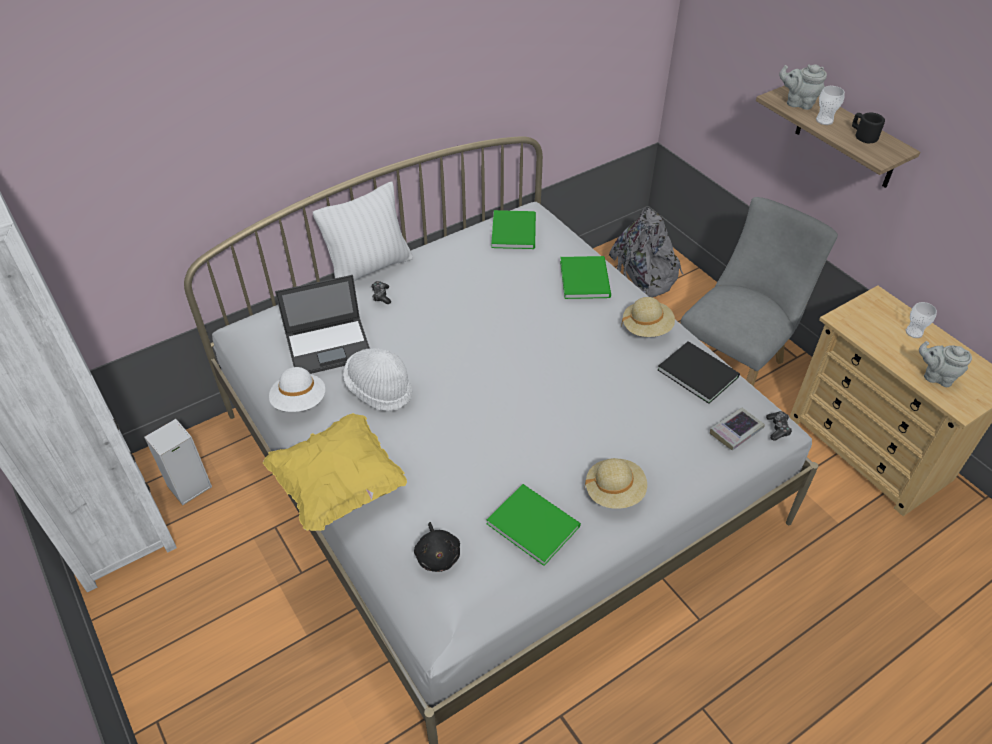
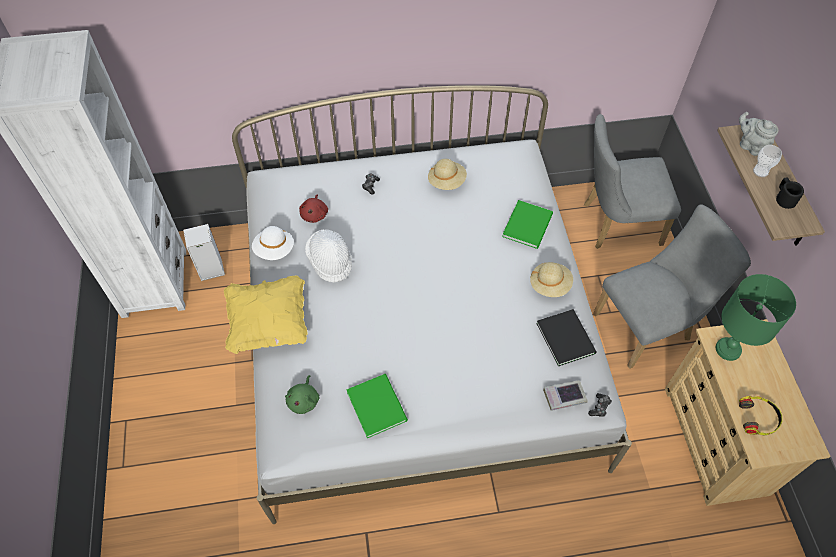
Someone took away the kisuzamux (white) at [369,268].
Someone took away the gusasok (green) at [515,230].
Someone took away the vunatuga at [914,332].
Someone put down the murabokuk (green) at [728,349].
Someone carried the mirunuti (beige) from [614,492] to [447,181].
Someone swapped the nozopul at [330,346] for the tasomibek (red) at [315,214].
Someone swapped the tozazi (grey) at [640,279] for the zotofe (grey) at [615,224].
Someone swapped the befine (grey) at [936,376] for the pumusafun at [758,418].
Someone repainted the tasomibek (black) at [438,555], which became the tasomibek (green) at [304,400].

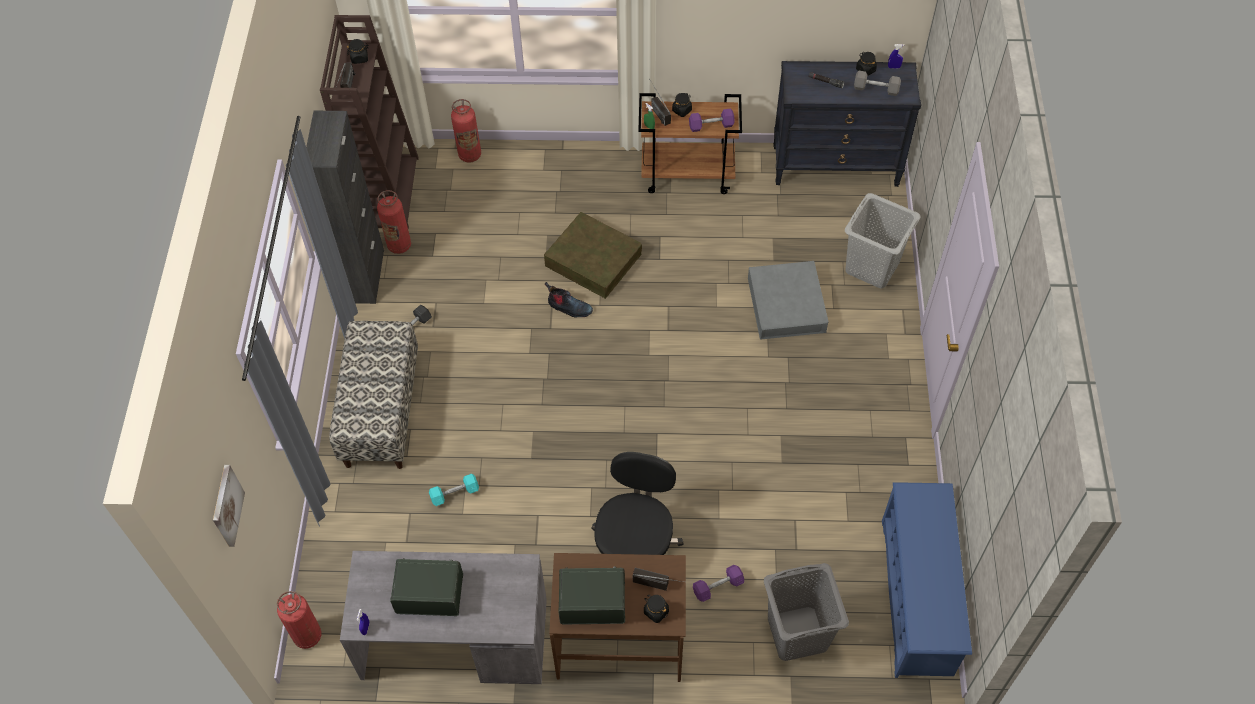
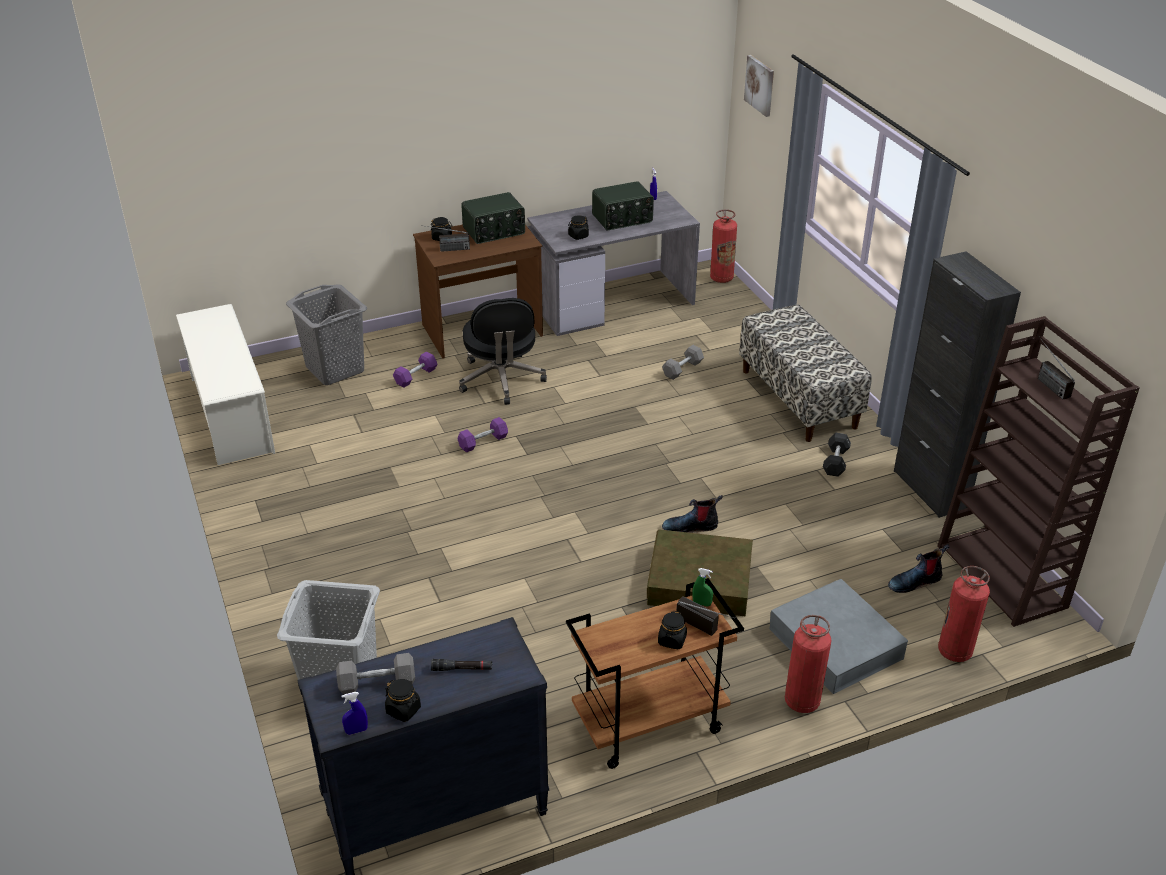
Someone put down the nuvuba at [914,581].
Someone carried the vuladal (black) from [359,58] to [578,236].
Someone carried the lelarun from [399,245] to [802,701].
Someone carried the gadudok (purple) from [711,125] to [483,442].
Someone carried the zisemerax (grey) from [786,305] to [835,643].
Someone repainted the gadudok (turquoise) at [454,493], which became the gadudok (grey) at [682,369].
Someone repainted the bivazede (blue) at [917,597], which became the bivazede (white) at [231,414].

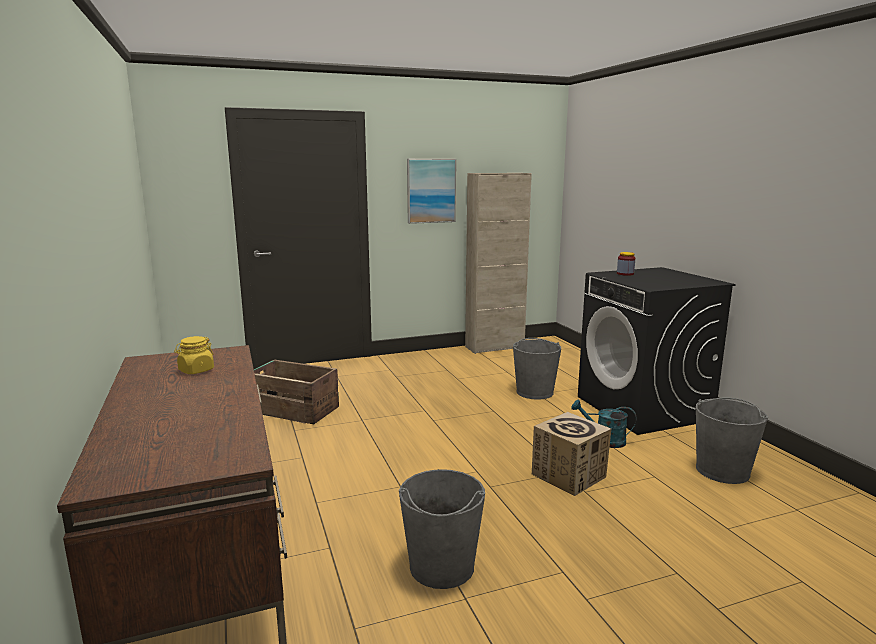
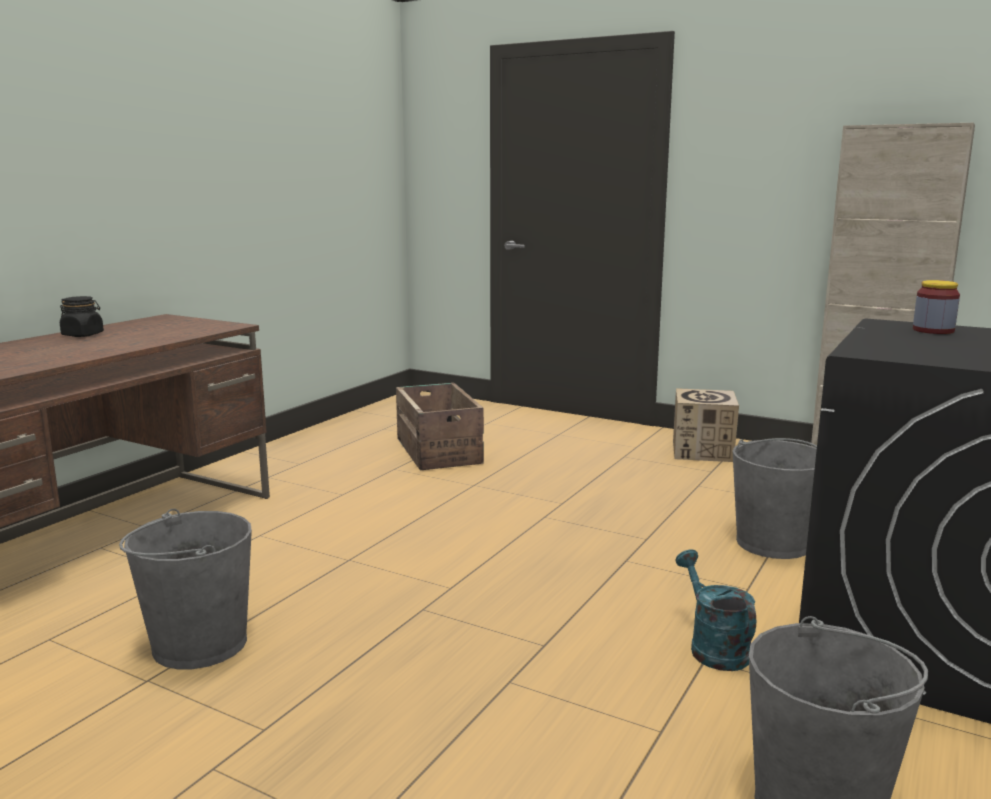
Someone took away the vuladal (yellow) at [196,370].
Someone took away the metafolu at [431,191].
Someone put down the vuladal (black) at [83,335].
Someone carried the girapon from [569,475] to [702,451].

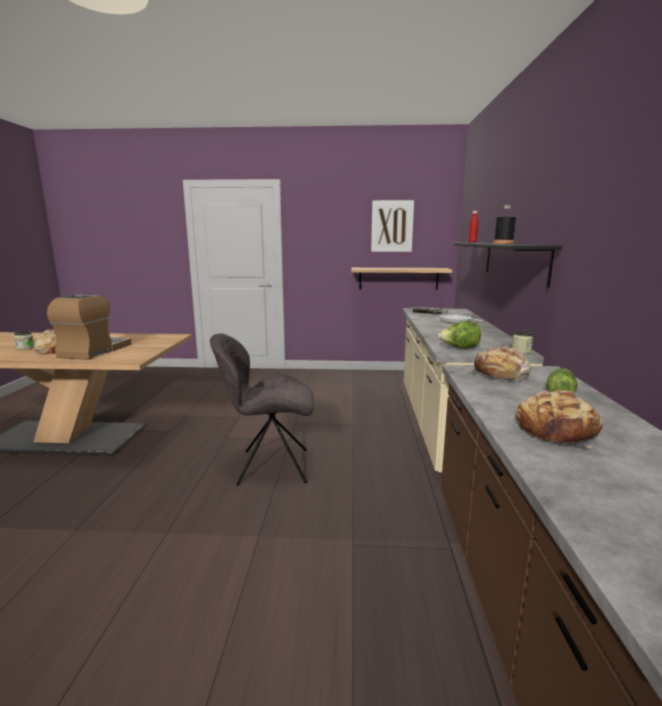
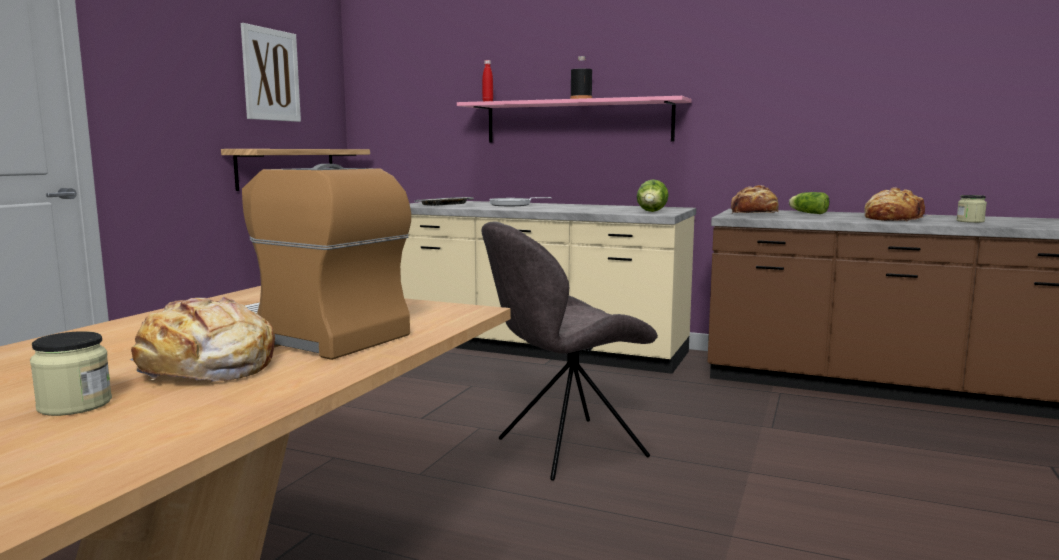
Someone carried the vuladal from [520,351] to [970,221].
Someone repainted the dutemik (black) at [514,261], which became the dutemik (pink) at [577,122].
Someone rotated the zotofe (grey) at [270,466] by 45 degrees clockwise.

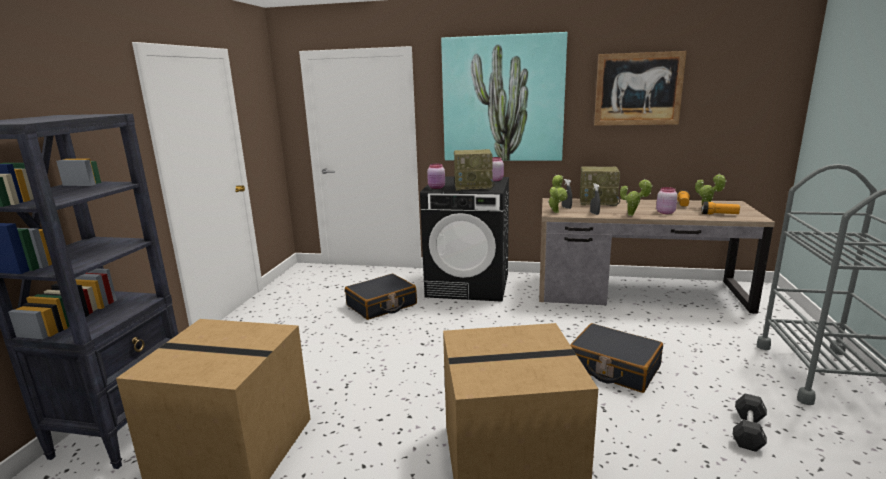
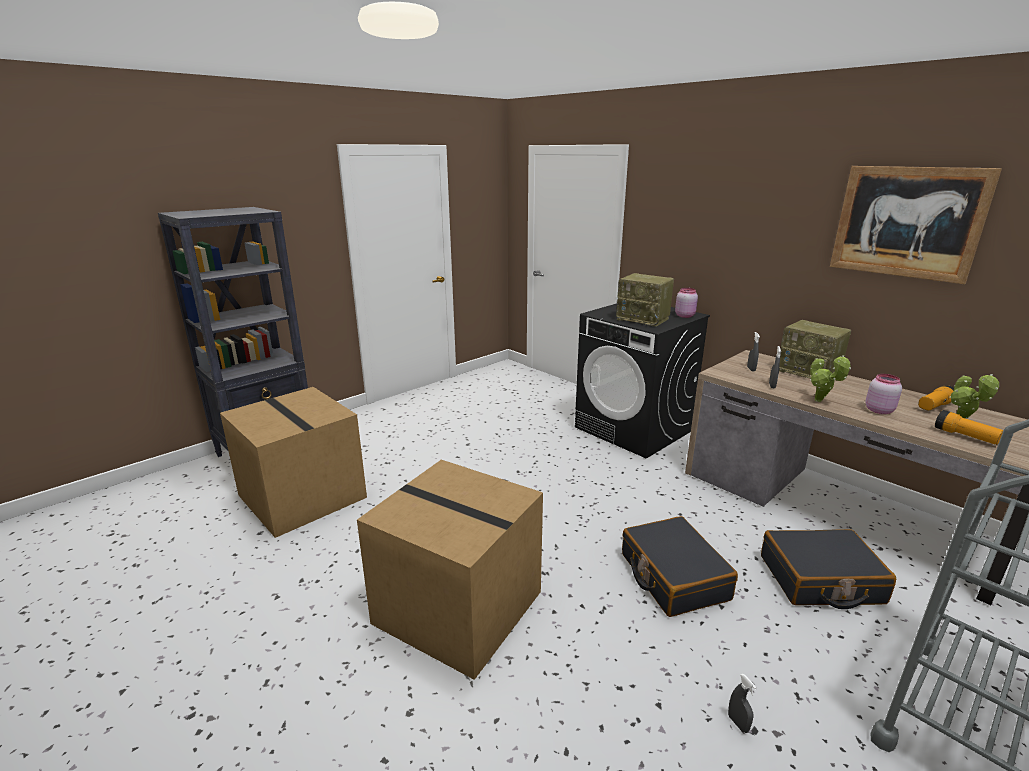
Someone took away the vuladal (pink) at [436,188].
Someone took away the metafolu at [503,99].
Someone took away the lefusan at [556,211].
Someone carried the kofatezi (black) from [381,305] to [820,580].
Someone swapped the gadudok (black) at [748,431] for the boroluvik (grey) at [738,723].

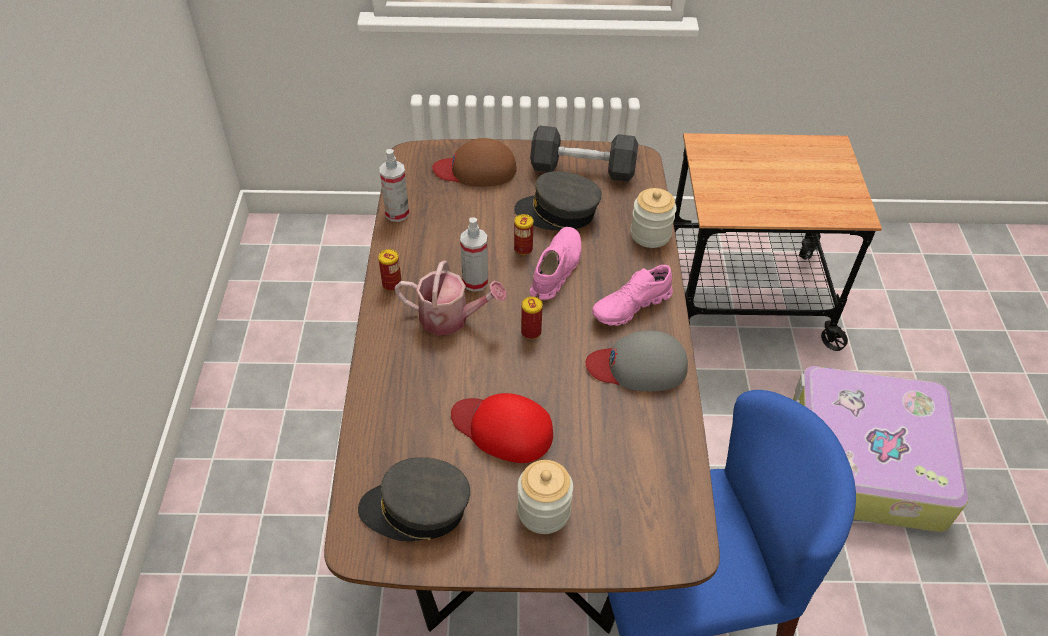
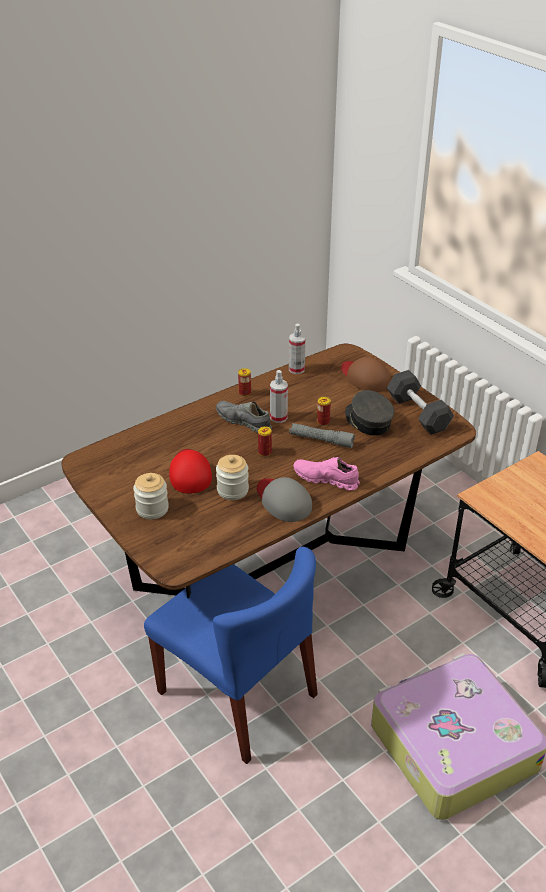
Someone took away the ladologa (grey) at [416,510].
Someone carried the vuladal from [650,234] to [232,490].
Someone swapped the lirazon at [451,318] for the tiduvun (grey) at [243,422].
Someone swapped the tiduvun (pink) at [555,270] for the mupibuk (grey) at [321,440].

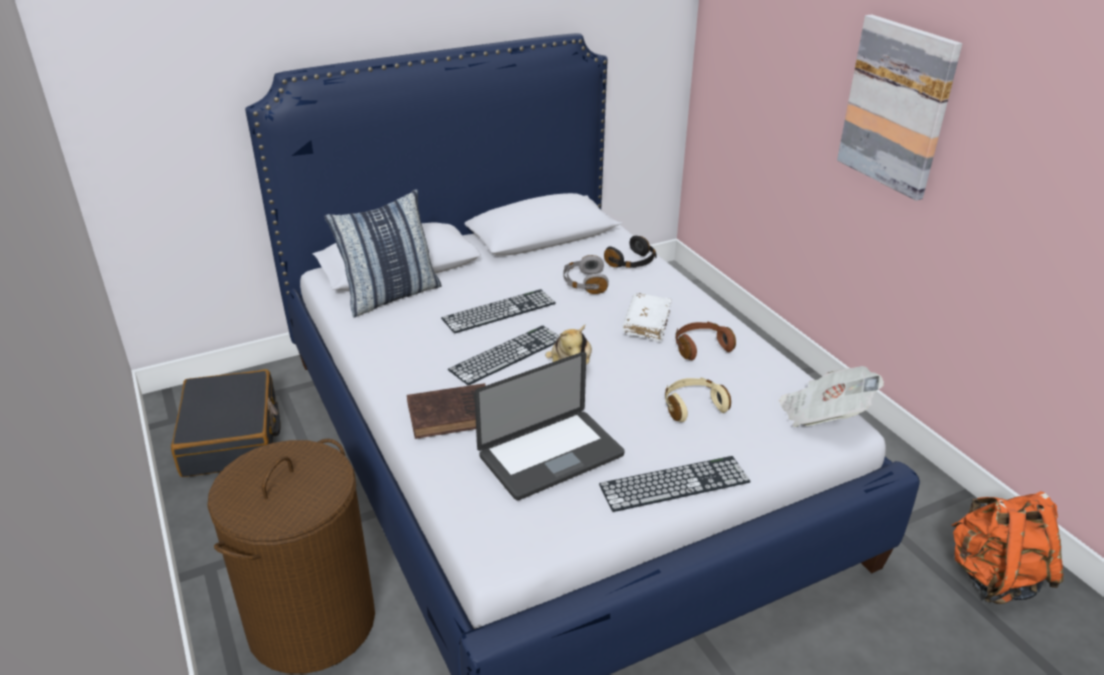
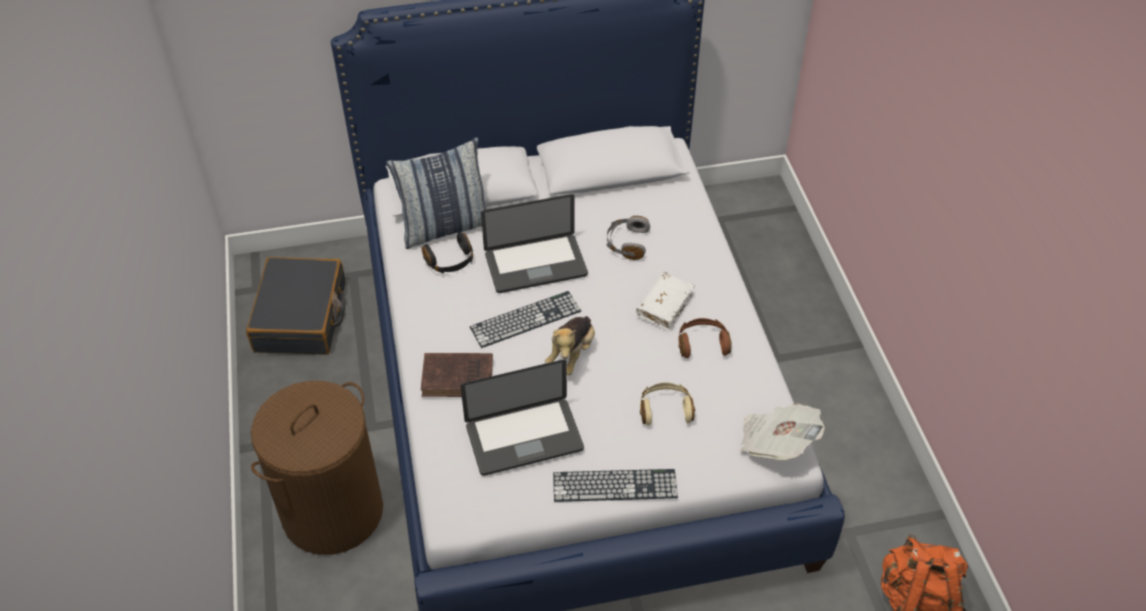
Someone took away the metafolu at [897,106].
Someone carried the pumusafun (black) from [632,263] to [450,261].
Someone swapped the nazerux at [499,311] for the nozopul at [536,265].

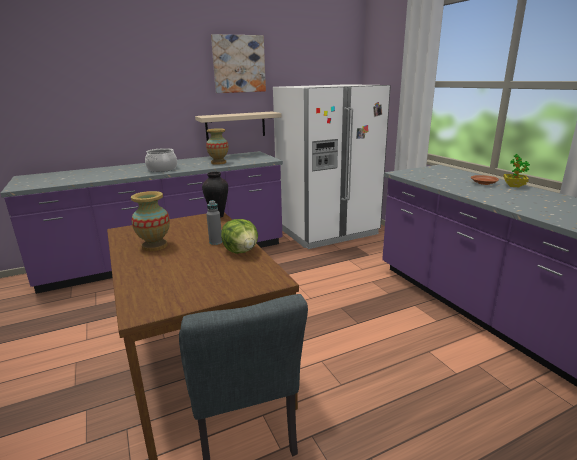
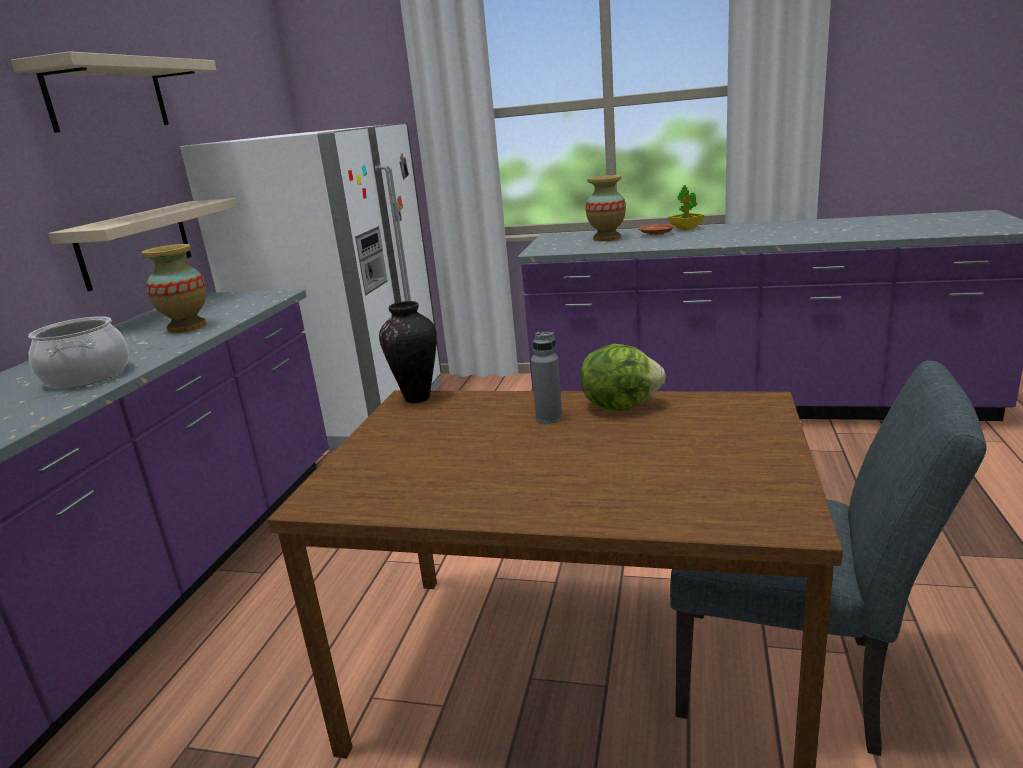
Someone carried the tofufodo from [155,246] to [606,238].
Someone swapped the metafolu at [239,64] for the dutemik (beige) at [107,96].

